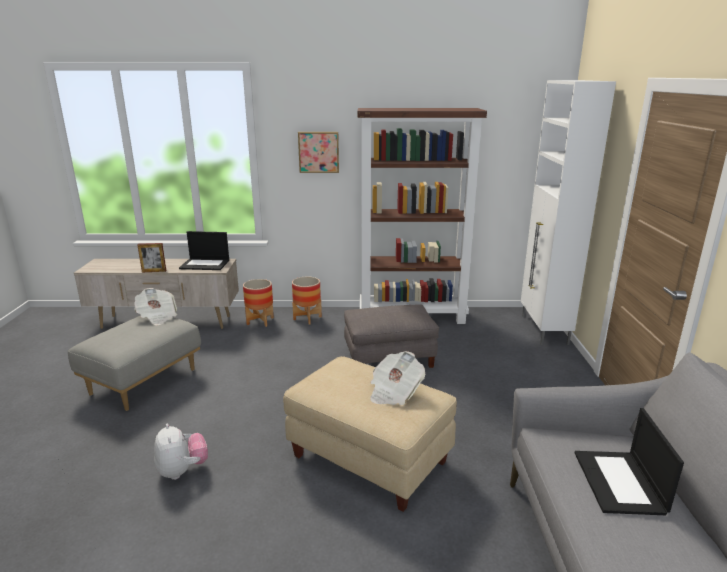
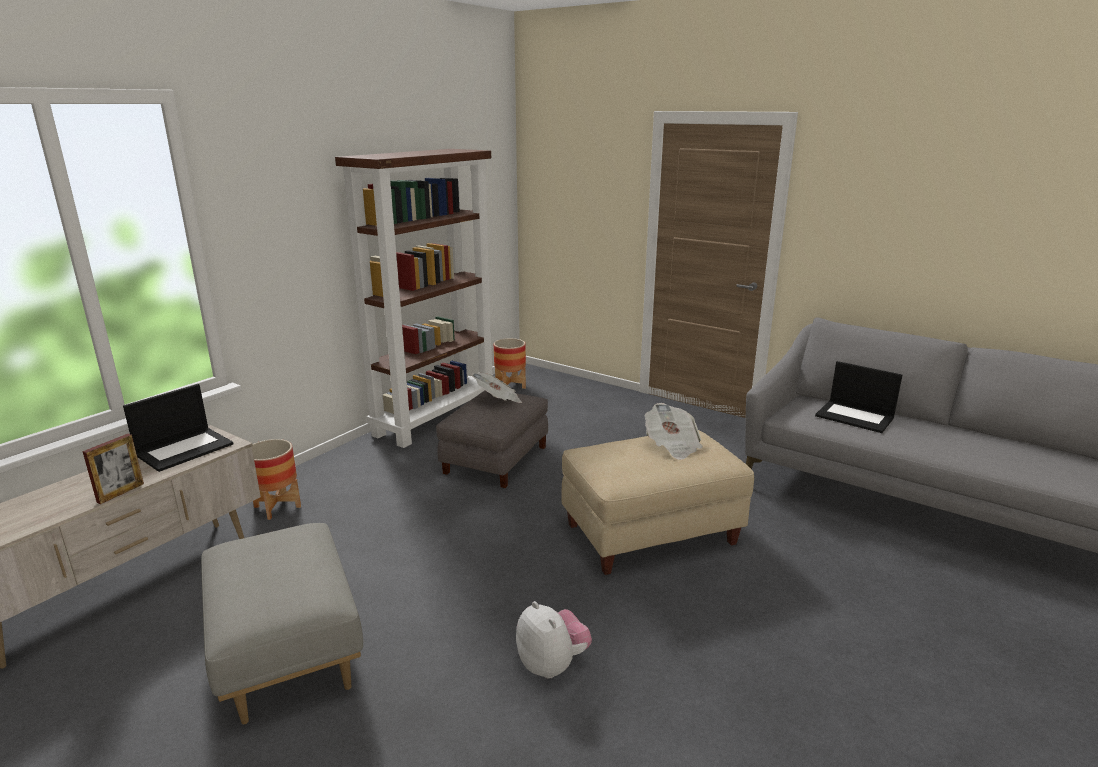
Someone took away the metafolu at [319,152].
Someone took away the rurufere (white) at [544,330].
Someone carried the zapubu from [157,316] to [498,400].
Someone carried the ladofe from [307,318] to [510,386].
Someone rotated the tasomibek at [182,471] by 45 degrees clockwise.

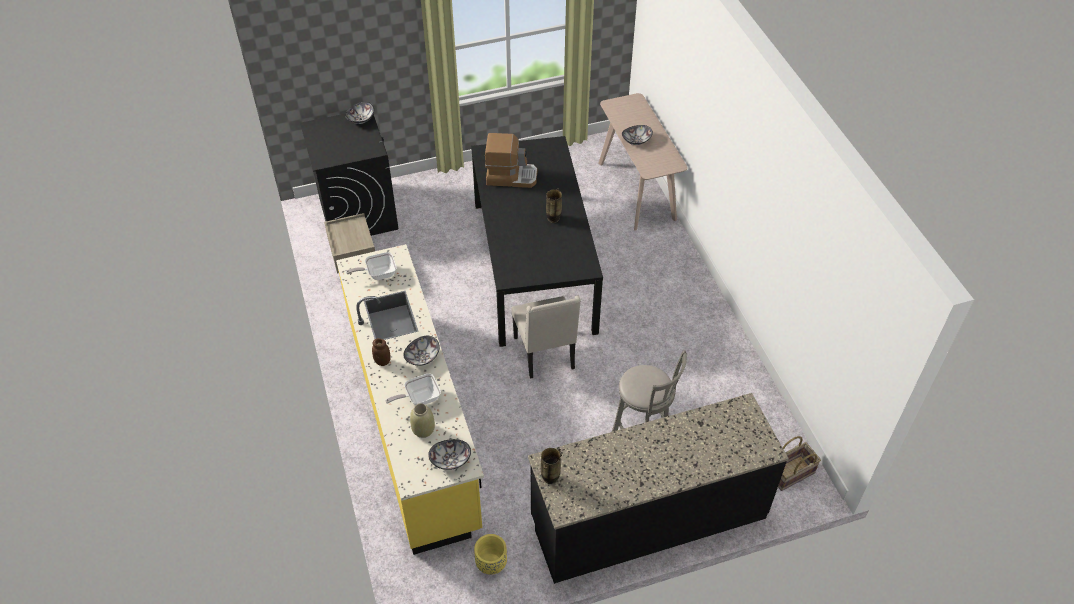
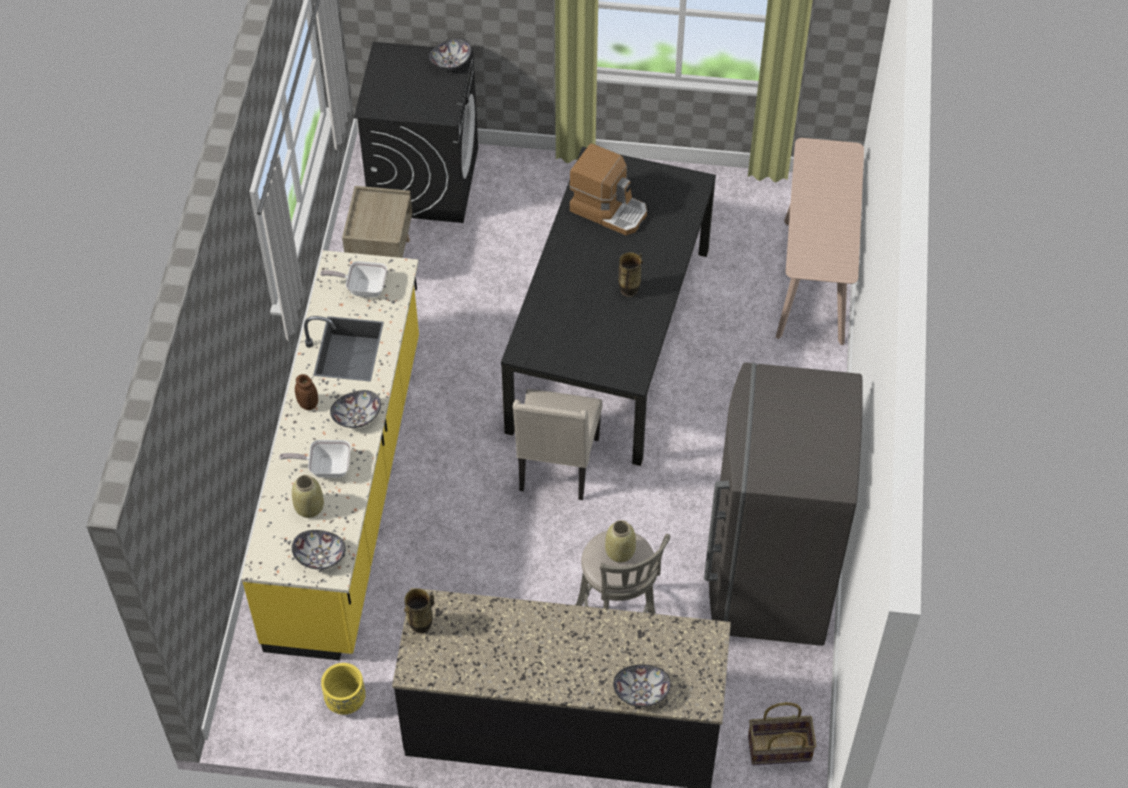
Someone put down the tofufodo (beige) at [619,552].
Someone put down the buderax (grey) at [769,580].
Someone carried the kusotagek from [636,141] to [641,692].

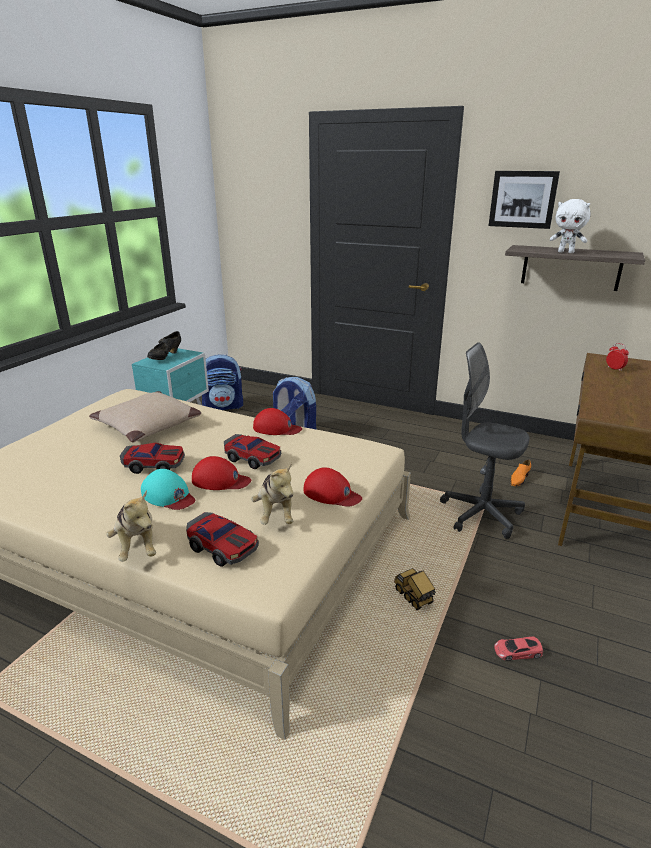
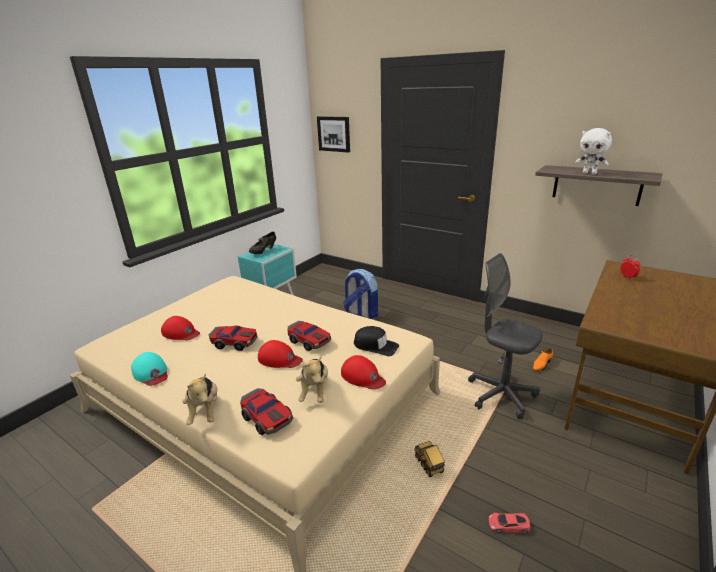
Someone took away the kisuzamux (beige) at [148,426].
Someone took away the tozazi at [223,406].
Someone put down the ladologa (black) at [375,346].
Someone carried the ladologa (turquoise) from [168,495] to [151,373].
Someone carried the ladologa (red) from [276,428] to [181,333].
Someone carried the metafolu from [523,199] to [334,134].

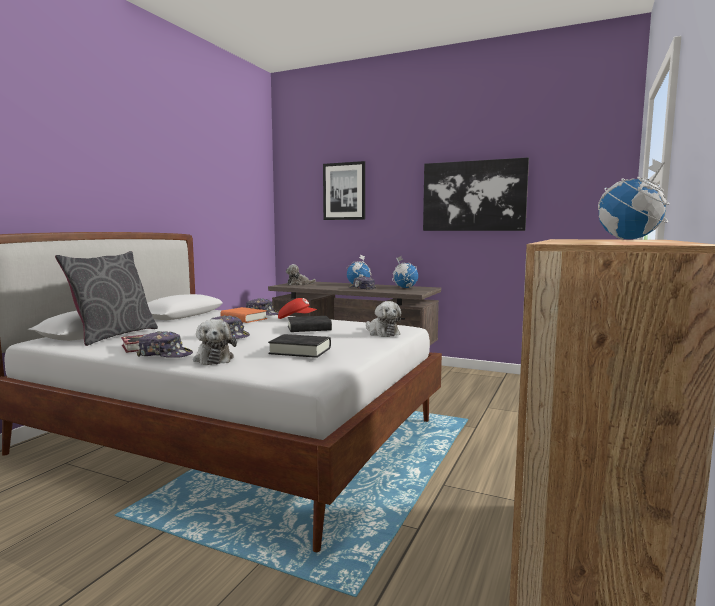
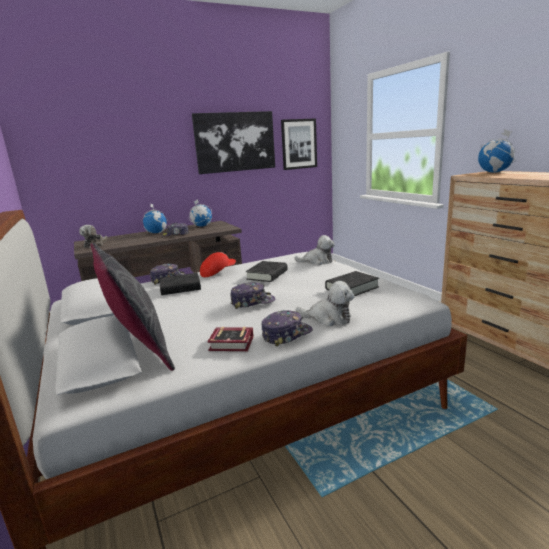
Someone carried the metafolu from [344,191] to [299,144].
Someone repainted the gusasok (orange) at [243,319], which became the gusasok (black) at [180,288].

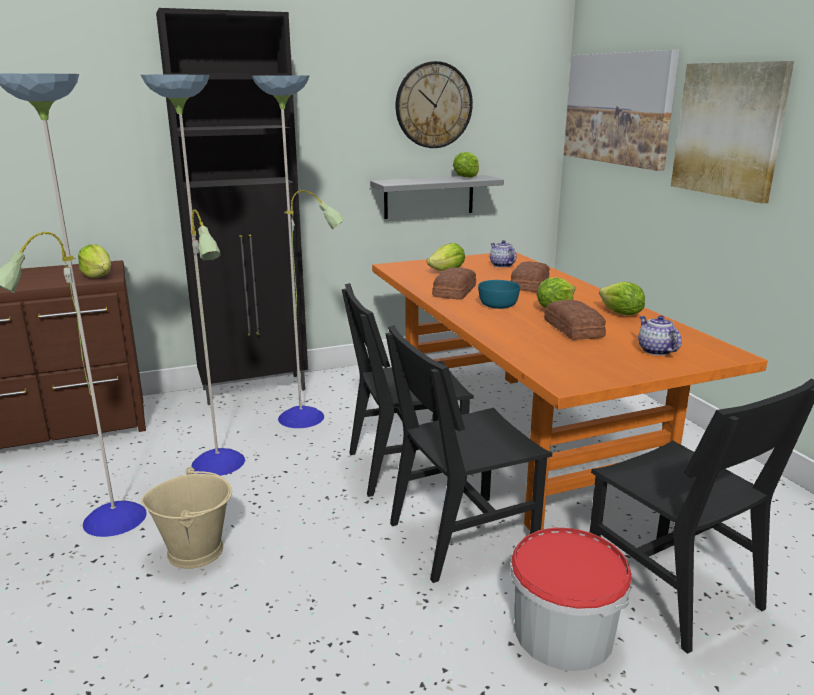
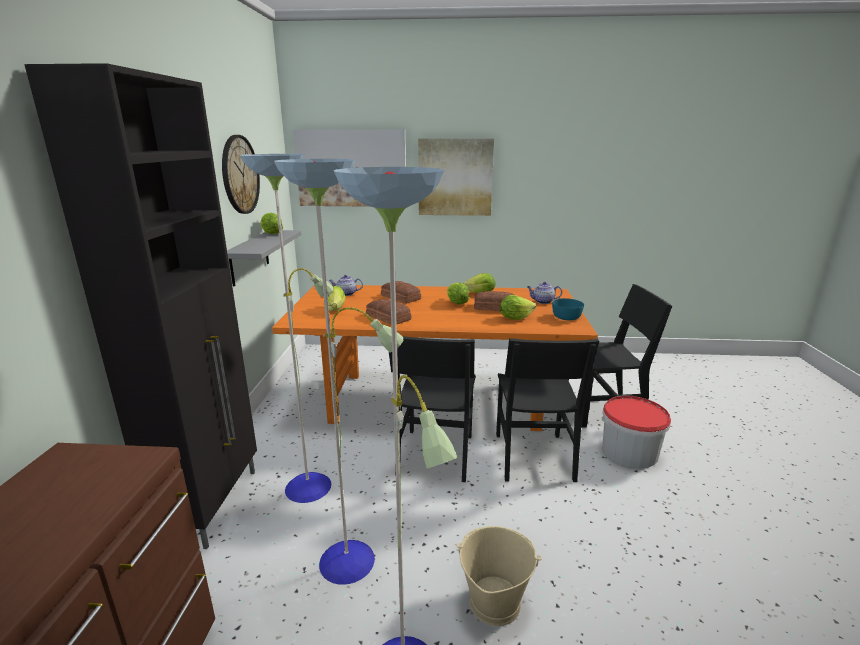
Someone carried the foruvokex from [98,276] to [515,318].
Someone carried the kusotagek (turquoise) from [498,305] to [566,317].

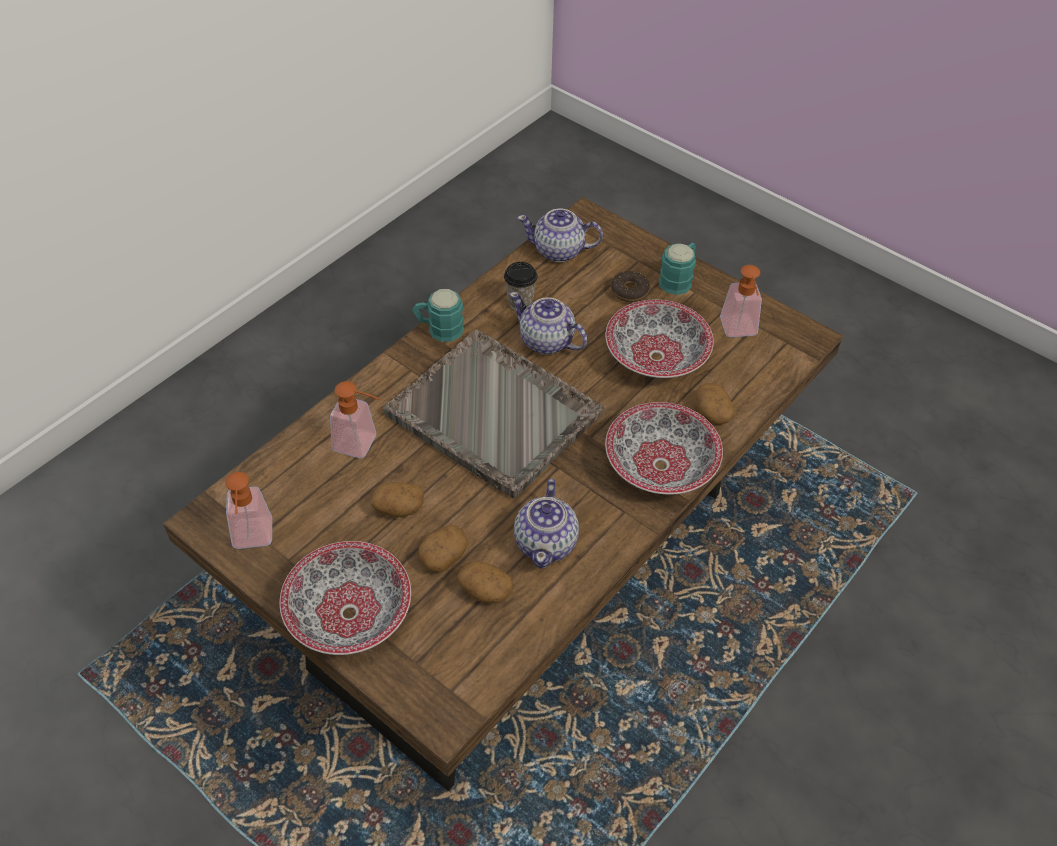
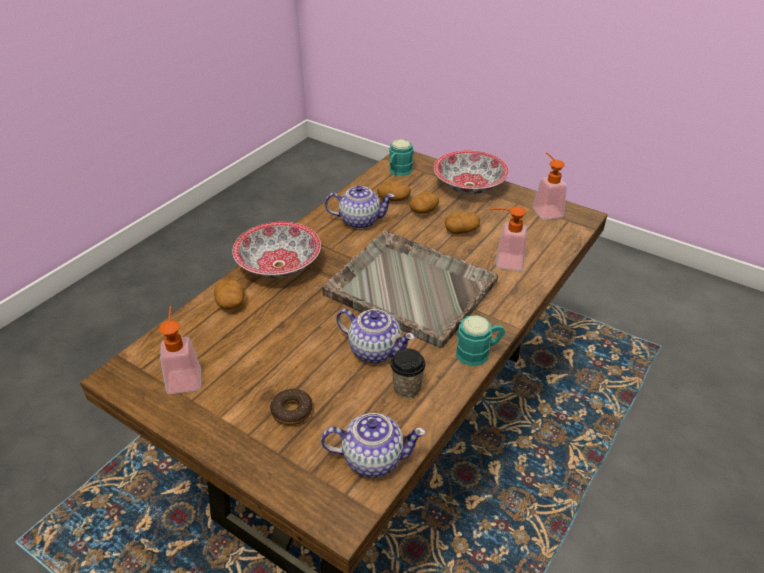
Someone took away the kusotagek at [657,357].
Someone carried the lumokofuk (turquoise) from [678,279] to [398,172].
Someone rotated the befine at [546,542] by 90 degrees clockwise.

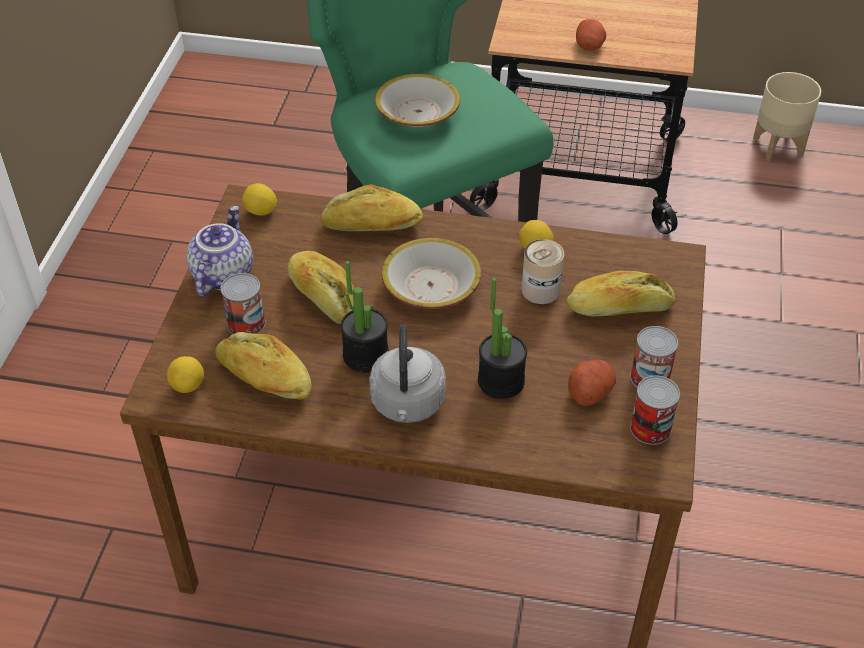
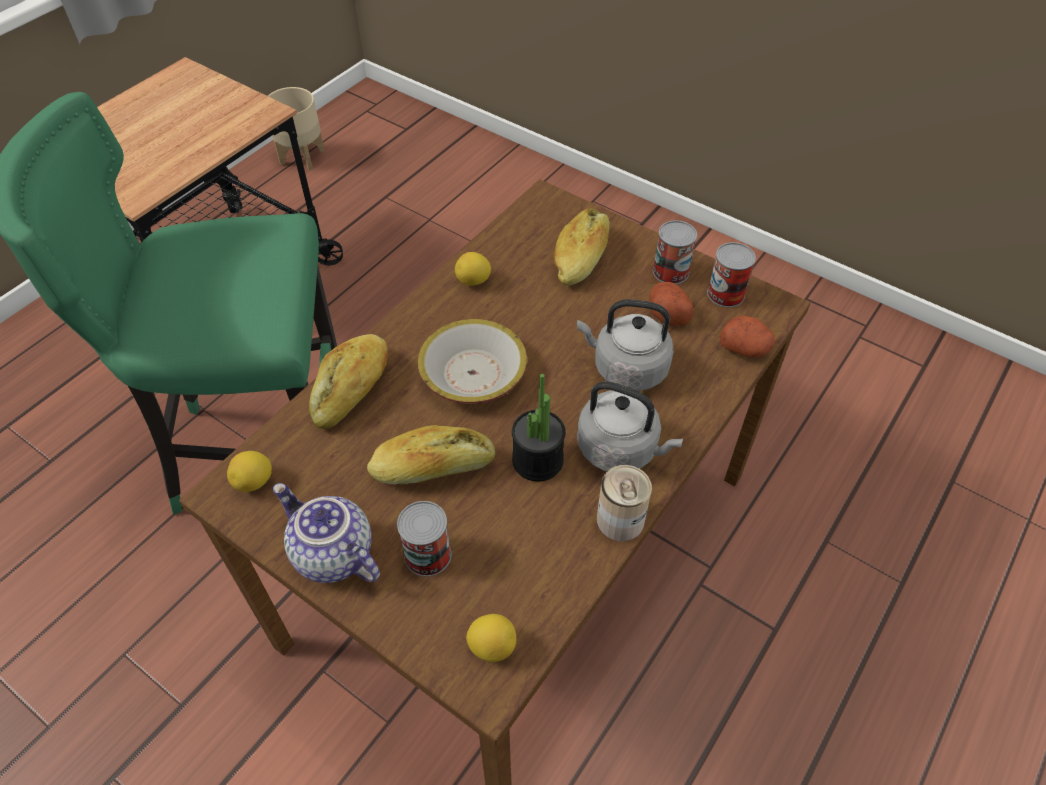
Someone took away the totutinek at [264,378].
Someone took away the kusotagek at [418,113].
Someone carried the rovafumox from [540,290] to [620,520].
Someone carried the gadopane from [589,46] to [745,348].
Someone swapped the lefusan at [501,381] for the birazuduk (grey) at [626,368].

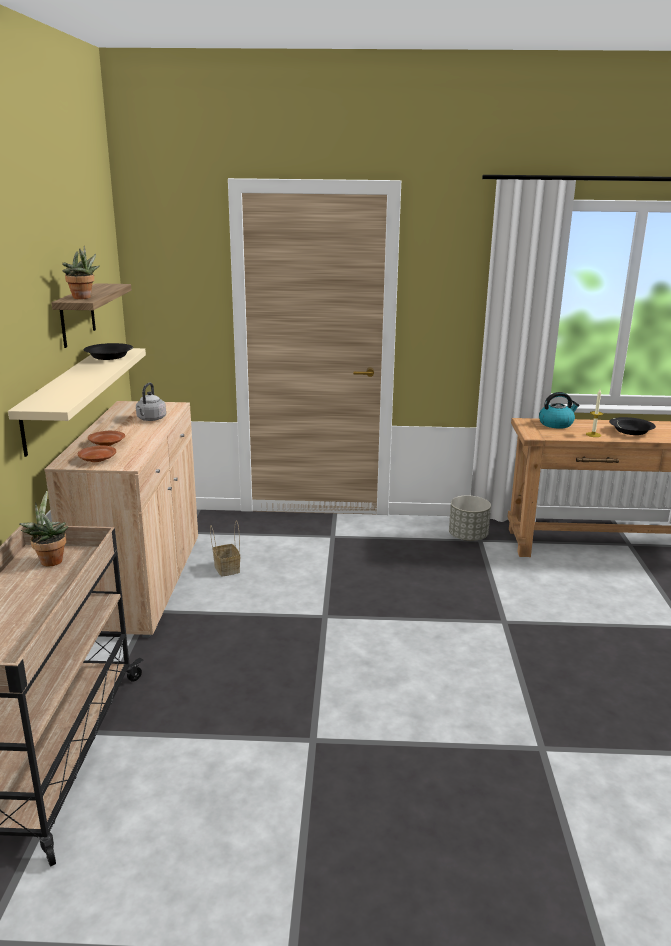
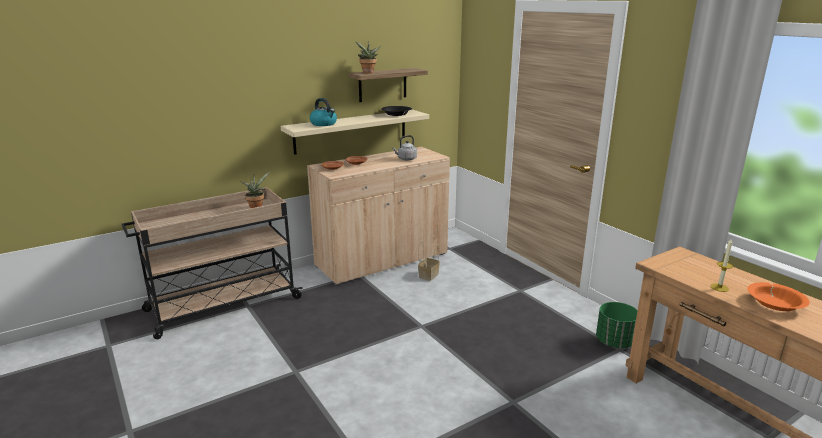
Someone carried the birazuduk from [556,424] to [324,124].
Someone repainted the ladofe (grey) at [468,537], which became the ladofe (green) at [615,342].
Someone repainted the kusotagek (black) at [630,431], which became the kusotagek (orange) at [775,303].

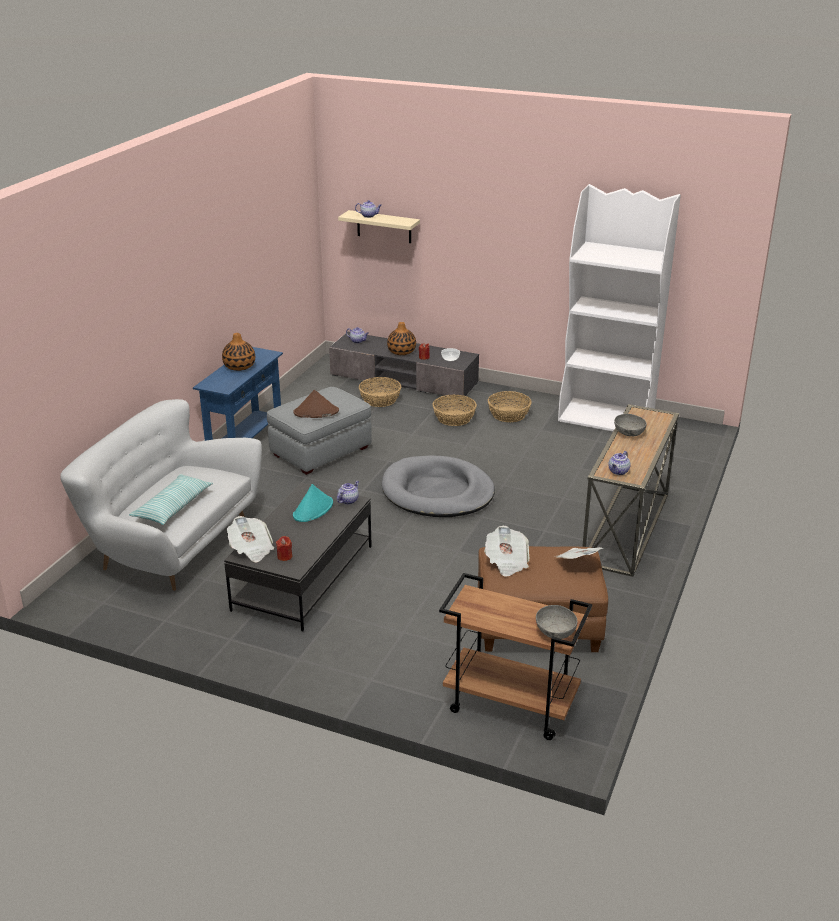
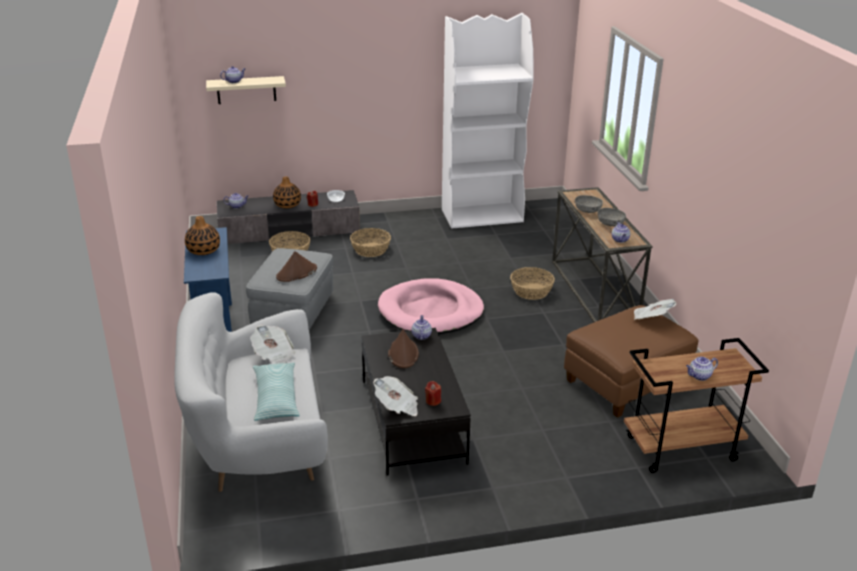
Someone put down the befine at [699,376].
Someone carried the zapubu from [506,562] to [273,355].
Someone carried the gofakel from [509,414] to [531,291].
Someone carried the kusotagek (grey) from [555,631] to [610,223].
Someone repainted the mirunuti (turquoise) at [313,509], which became the mirunuti (brown) at [403,354].
Someone repainted the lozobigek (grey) at [437,492], which became the lozobigek (pink) at [430,311].

